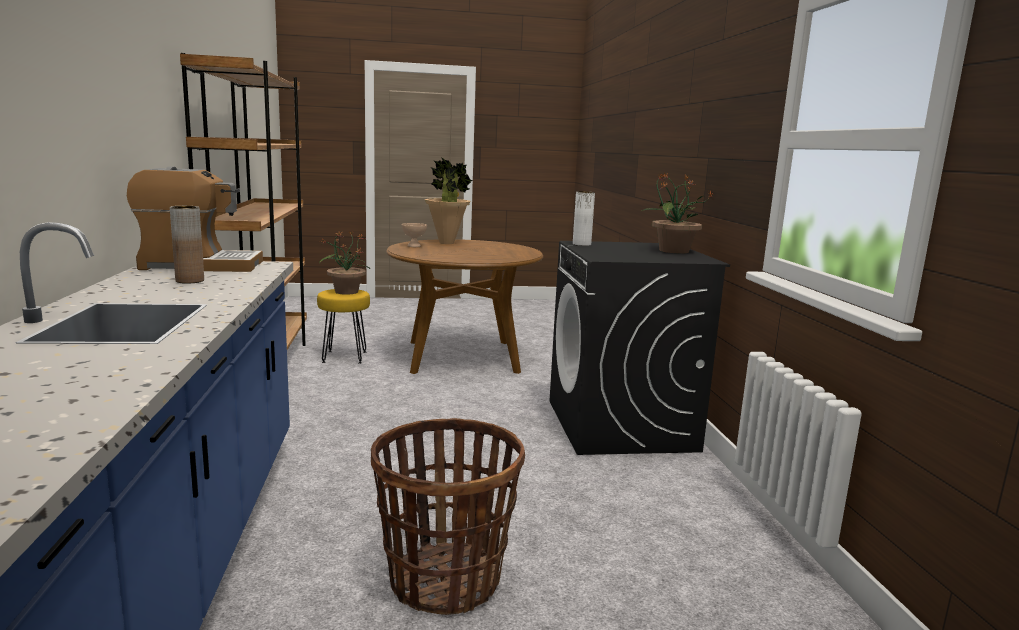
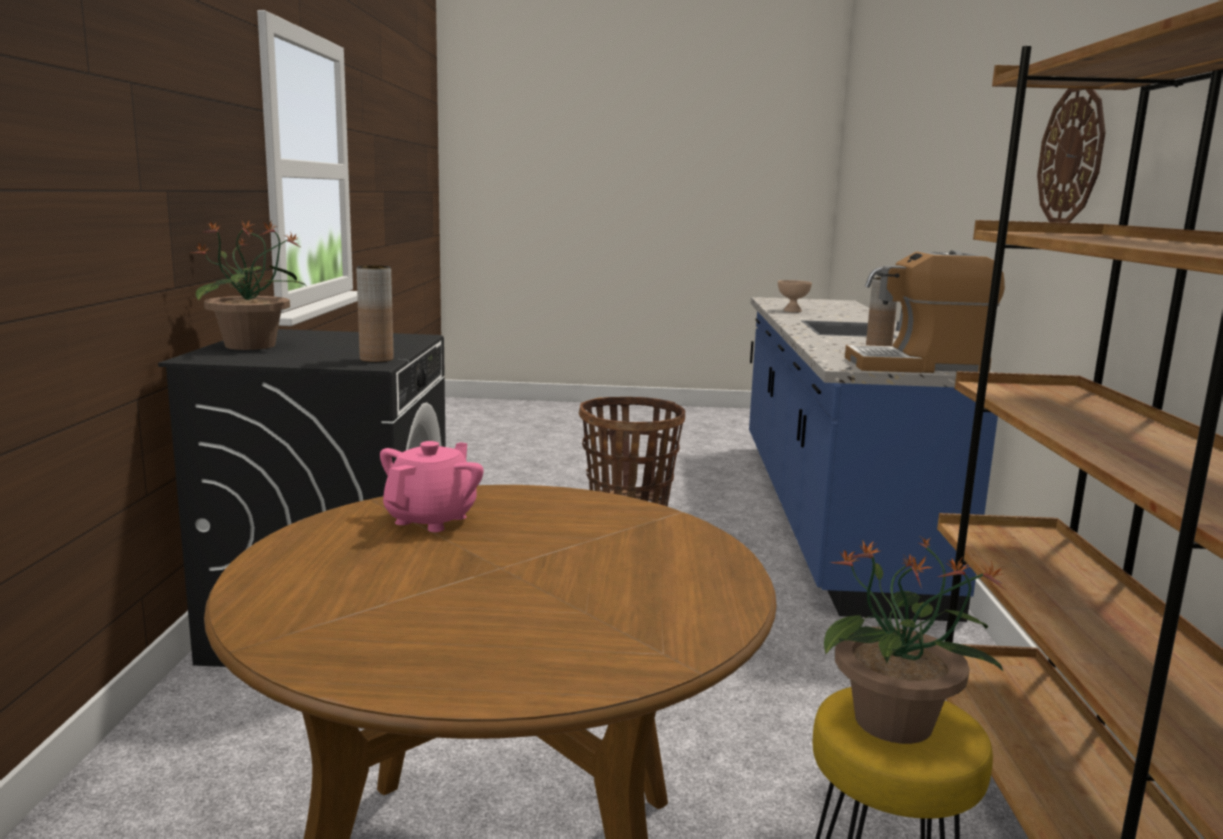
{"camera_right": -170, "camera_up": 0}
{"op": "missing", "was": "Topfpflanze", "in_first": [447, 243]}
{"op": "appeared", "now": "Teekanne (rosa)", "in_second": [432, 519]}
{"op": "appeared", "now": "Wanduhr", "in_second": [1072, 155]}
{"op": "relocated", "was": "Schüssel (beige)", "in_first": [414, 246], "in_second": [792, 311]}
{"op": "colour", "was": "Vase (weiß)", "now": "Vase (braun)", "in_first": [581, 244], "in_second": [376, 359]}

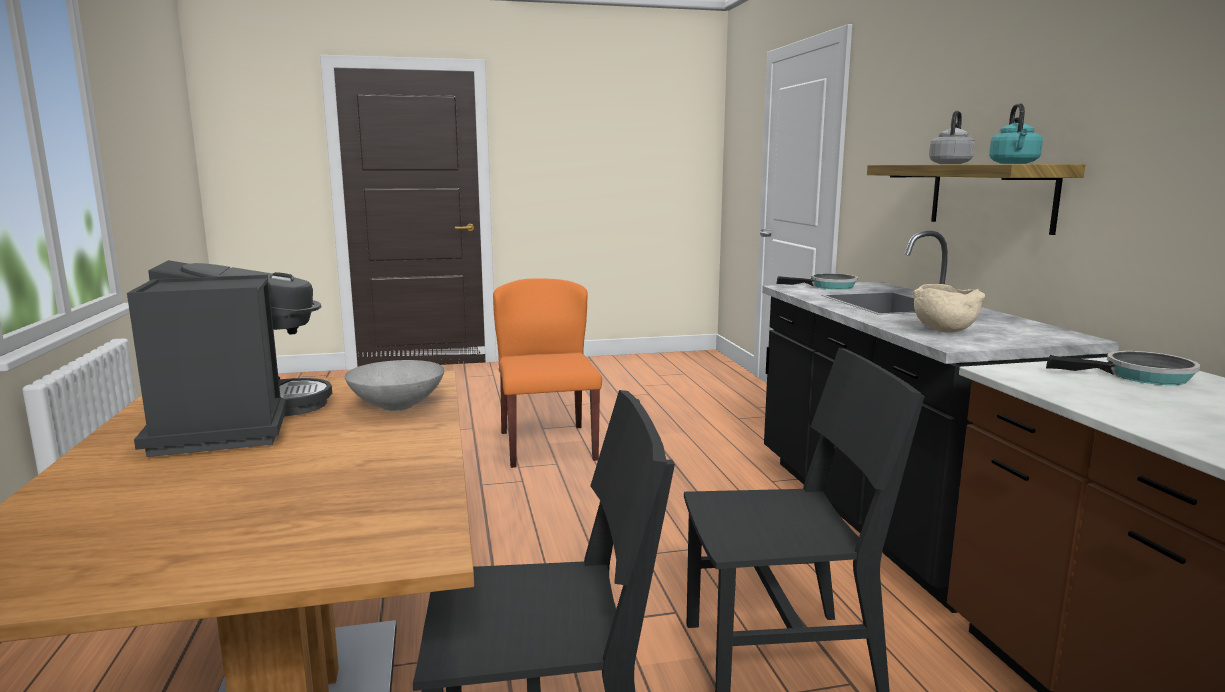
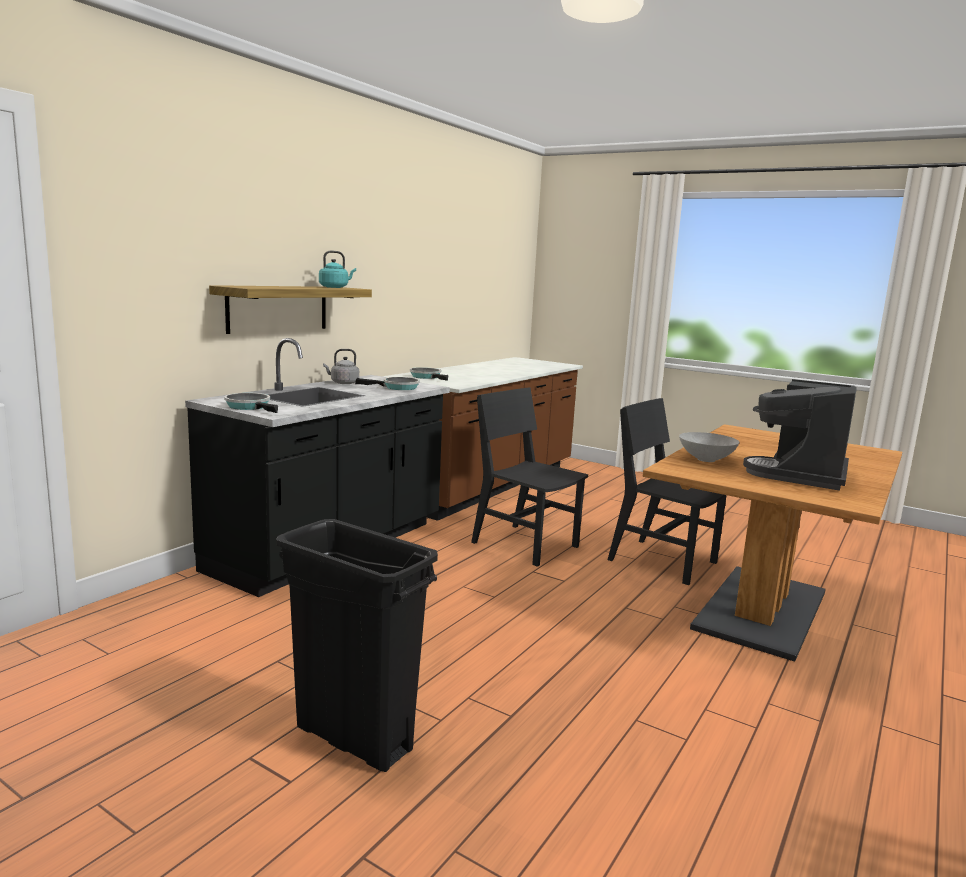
{"camera_right": -135, "camera_up": 0}
{"op": "relocated", "was": "Wasserkessel (grau)", "in_first": [951, 164], "in_second": [343, 383]}
{"op": "exchanged", "was": "Stuhl (orange)", "now": "Mülleimer (schwarz)", "in_first": [547, 445], "in_second": [353, 738]}
{"op": "exchanged", "was": "Schüssel (beige)", "now": "Pfanne", "in_first": [942, 331], "in_second": [397, 387]}

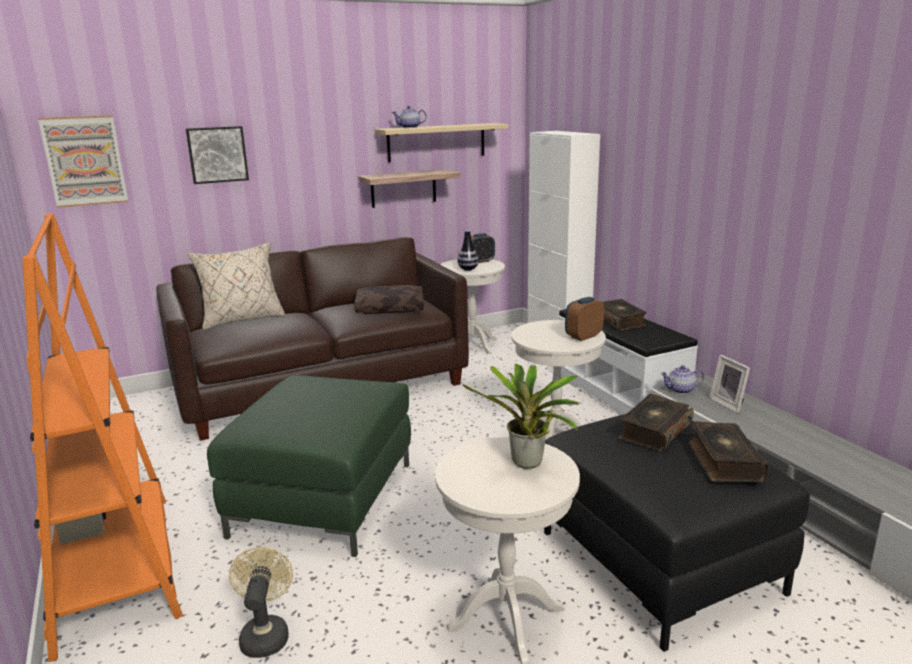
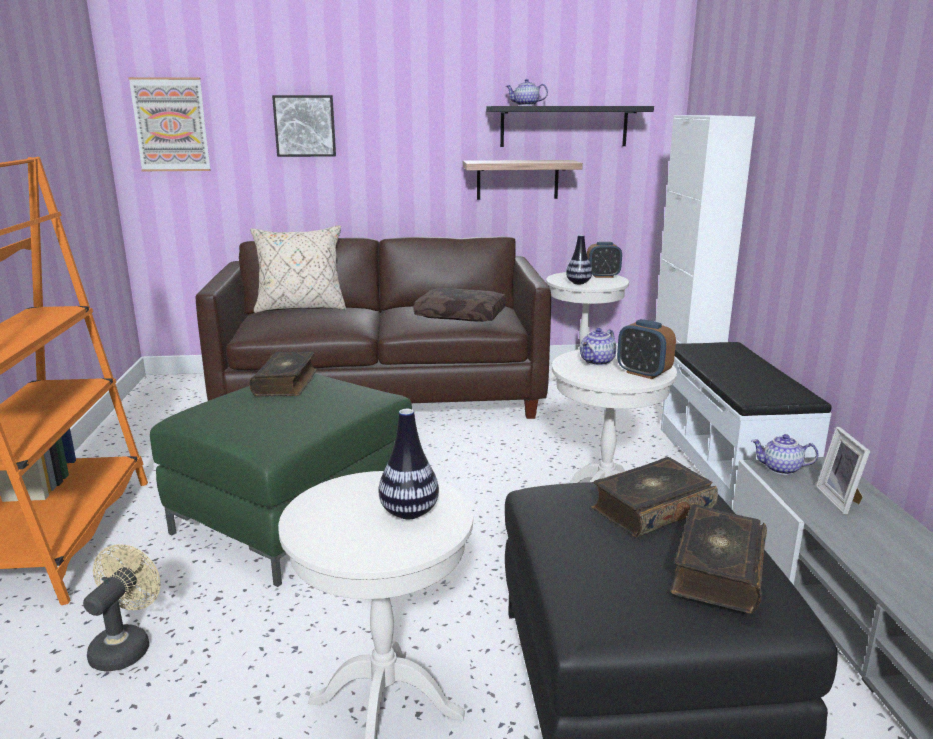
{"camera_right": 20, "camera_up": 0}
{"op": "appeared", "now": "Teekanne", "in_second": [597, 362]}
{"op": "relocated", "was": "Buch", "in_first": [620, 321], "in_second": [287, 383]}
{"op": "exchanged", "was": "Topfpflanze", "now": "Vase", "in_first": [528, 465], "in_second": [409, 513]}
{"op": "colour", "was": "Wandregal (beige)", "now": "Wandregal (schwarz)", "in_first": [436, 142], "in_second": [564, 126]}
{"op": "spun", "was": "Wecker", "in_first": [583, 336], "in_second": [643, 373], "clockwise": -120}

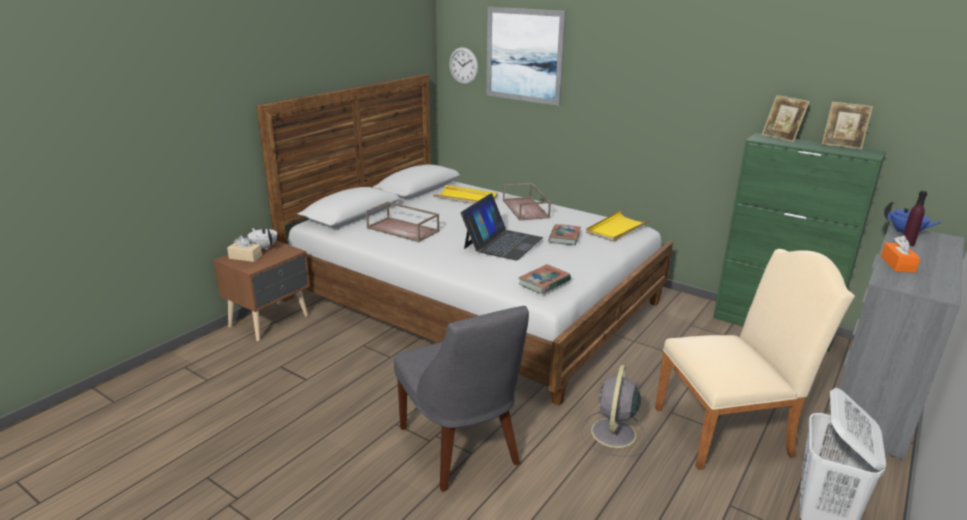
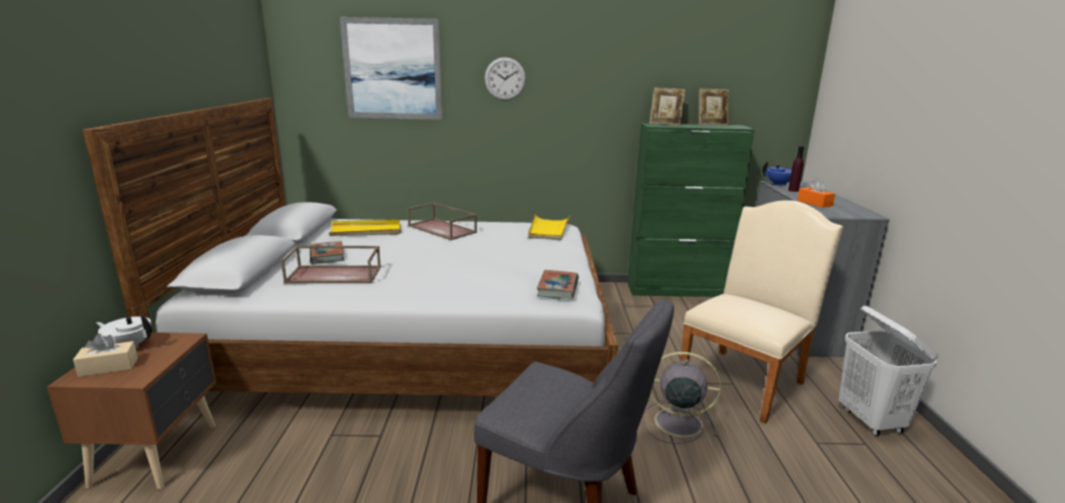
{"camera_right": -35, "camera_up": -5}
{"op": "missing", "was": "Laptop", "in_first": [502, 243]}
{"op": "relocated", "was": "Wanduhr", "in_first": [463, 65], "in_second": [505, 79]}
{"op": "relocated", "was": "Buch", "in_first": [564, 237], "in_second": [327, 256]}
{"op": "spun", "was": "Ventilator (grau)", "in_first": [613, 434], "in_second": [676, 422], "clockwise": 120}

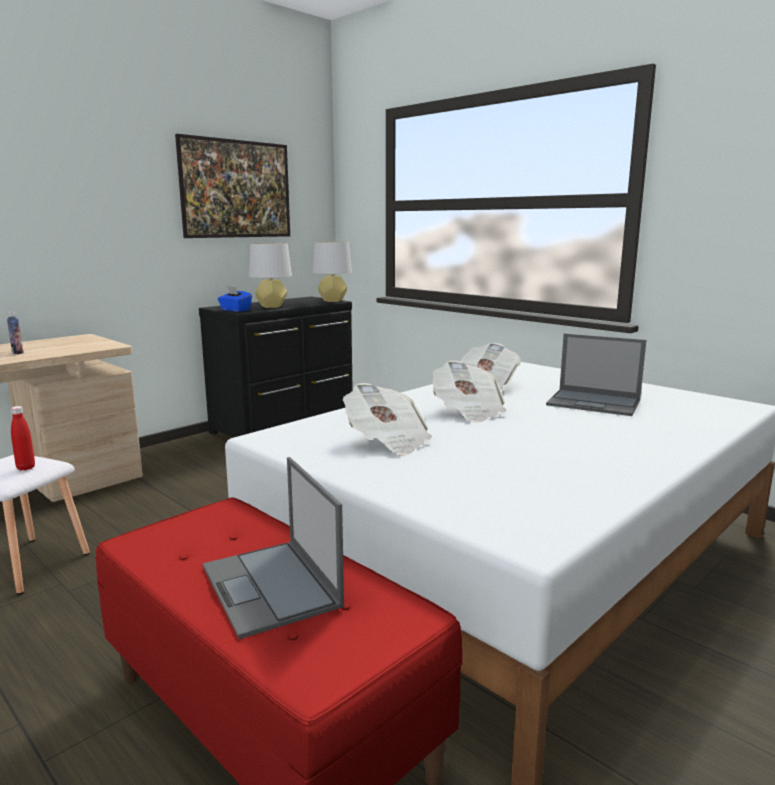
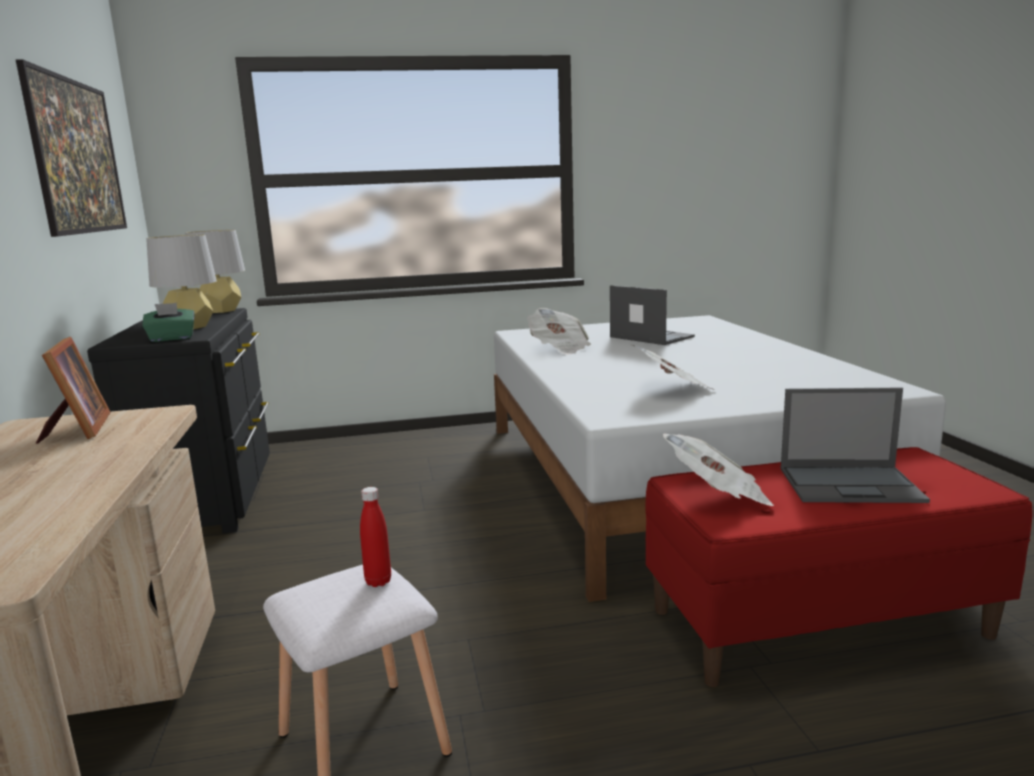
{"camera_right": -55, "camera_up": 0}
{"op": "missing", "was": "Flasche", "in_first": [17, 353]}
{"op": "appeared", "now": "Bilderrahmen", "in_second": [77, 429]}
{"op": "relocated", "was": "Zeitung", "in_first": [468, 411], "in_second": [717, 495]}
{"op": "colour", "was": "Taschentuchbox (blau)", "now": "Taschentuchbox (grün)", "in_first": [235, 310], "in_second": [172, 338]}
{"op": "spun", "was": "Laptop", "in_first": [594, 403], "in_second": [650, 337], "clockwise": -105}

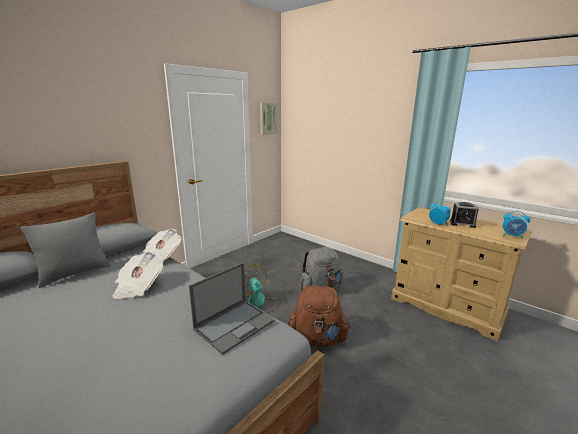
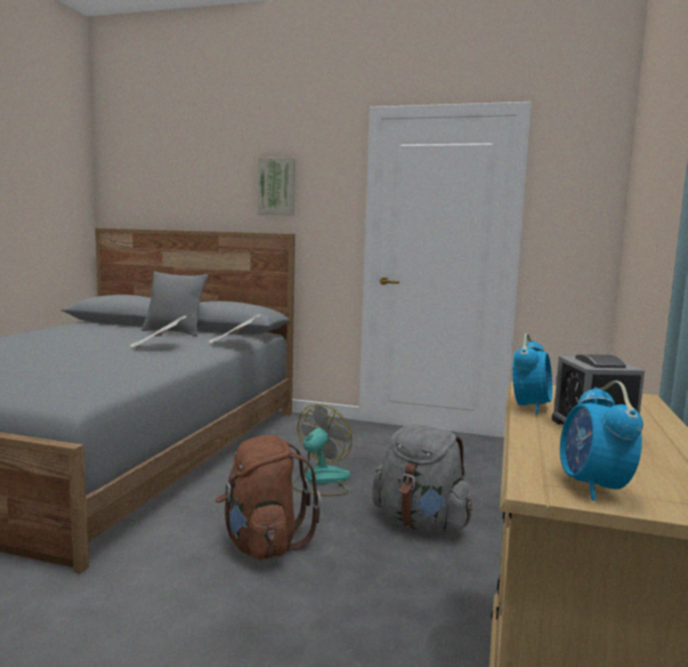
{"camera_right": 65, "camera_up": -10}
{"op": "missing", "was": "Laptop", "in_first": [235, 324]}
{"op": "relocated", "was": "Bild", "in_first": [267, 118], "in_second": [277, 186]}

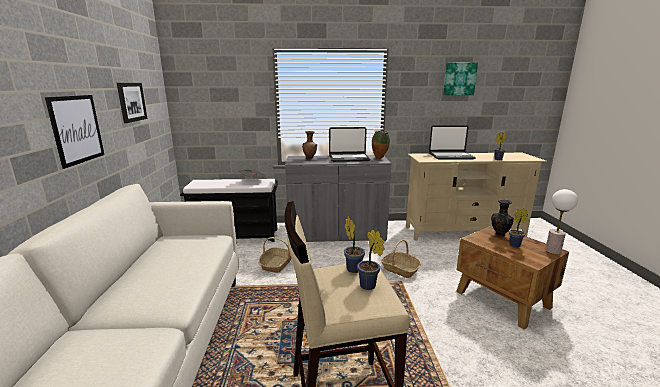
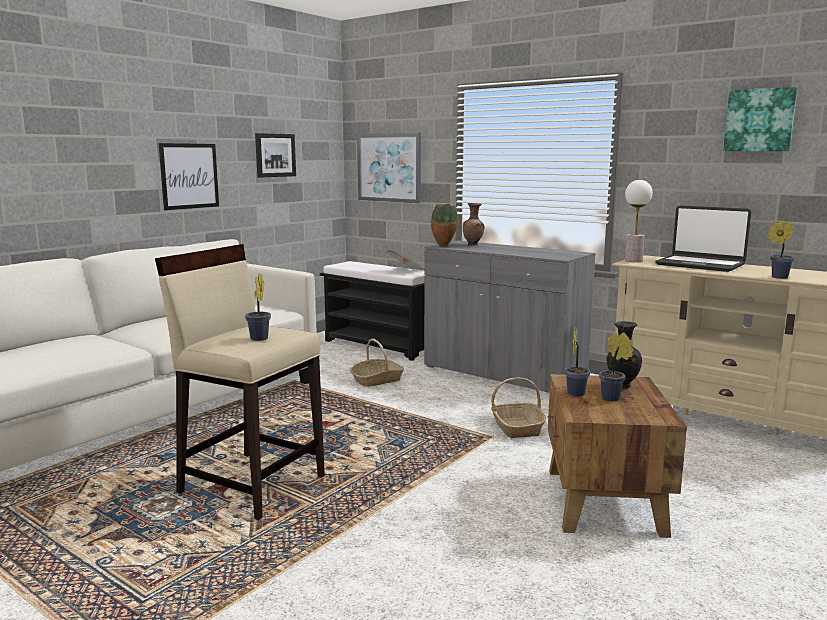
{"camera_right": 40, "camera_up": -5}
{"op": "missing", "was": "Laptop", "in_first": [349, 158]}
{"op": "appeared", "now": "Bild", "in_second": [389, 167]}
{"op": "relocated", "was": "Topfpflanze", "in_first": [353, 268], "in_second": [576, 393]}
{"op": "relocated", "was": "Vase", "in_first": [379, 158], "in_second": [444, 246]}
{"op": "relocated", "was": "Tischlampe", "in_first": [553, 251], "in_second": [634, 261]}

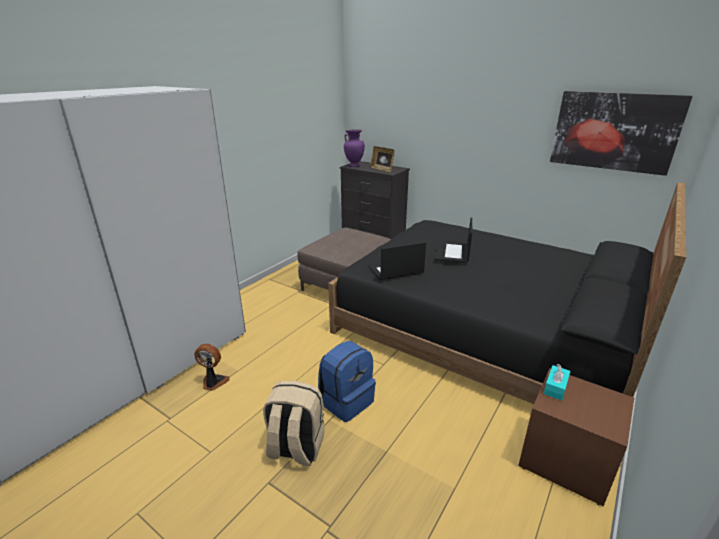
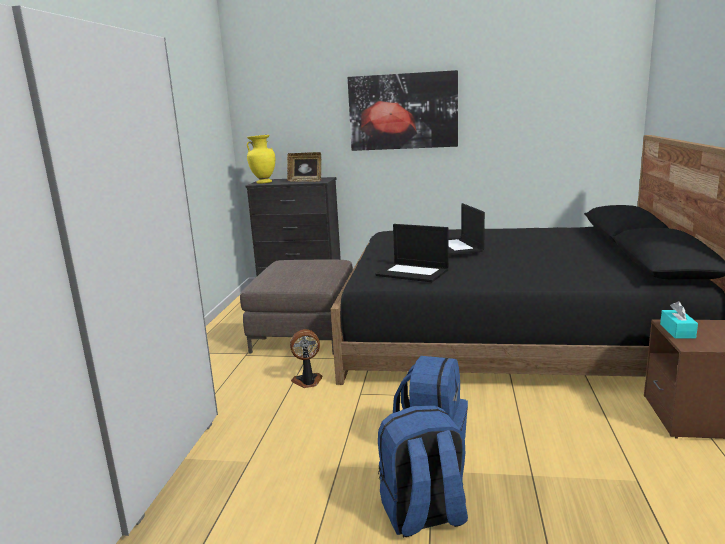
{"camera_right": -25, "camera_up": -10}
{"op": "relocated", "was": "Ventilator", "in_first": [213, 382], "in_second": [307, 382]}
{"op": "relocated", "was": "Bild", "in_first": [614, 131], "in_second": [403, 111]}
{"op": "colour", "was": "Rucksack (beige)", "now": "Rucksack (blau)", "in_first": [295, 448], "in_second": [423, 515]}
{"op": "colour", "was": "Vase (lila)", "now": "Vase (gelb)", "in_first": [354, 166], "in_second": [263, 183]}
{"op": "spun", "was": "Laptop", "in_first": [395, 270], "in_second": [413, 272], "clockwise": -105}

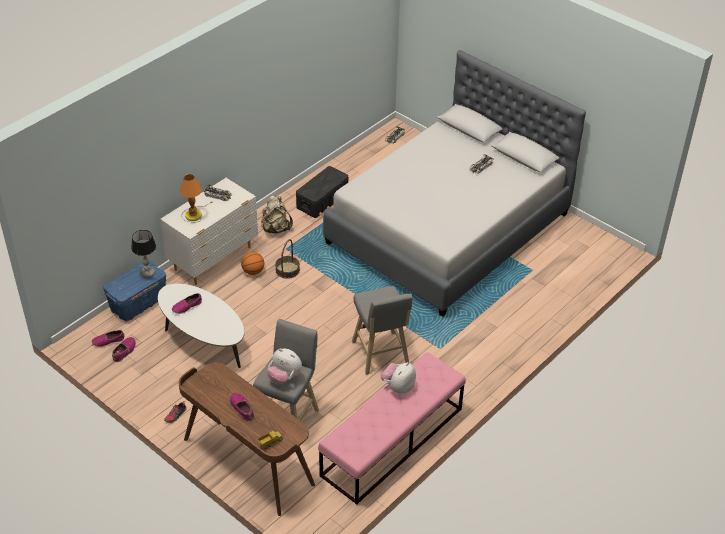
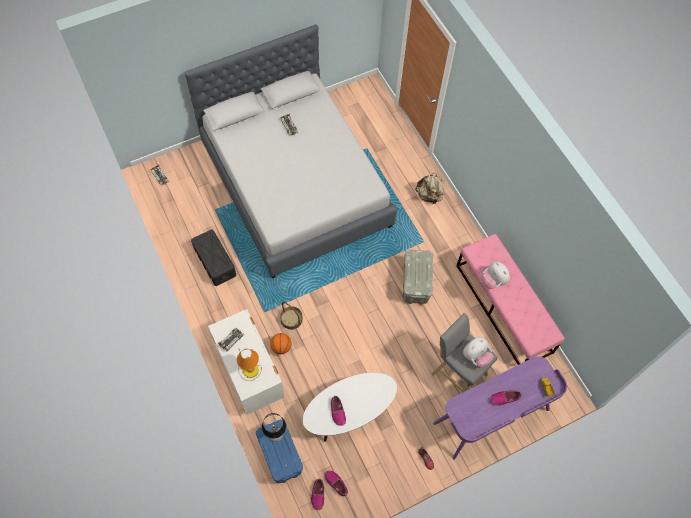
{"camera_right": -70, "camera_up": 20}
{"op": "relocated", "was": "Rucksack (beige)", "in_first": [276, 228], "in_second": [429, 196]}
{"op": "exchanged", "was": "Hocker (grau)", "now": "Aufbewahrungsbox (grau)", "in_first": [381, 355], "in_second": [416, 284]}
{"op": "colour", "was": "Schreibtisch (braun)", "now": "Schreibtisch (lila)", "in_first": [247, 462], "in_second": [492, 417]}

